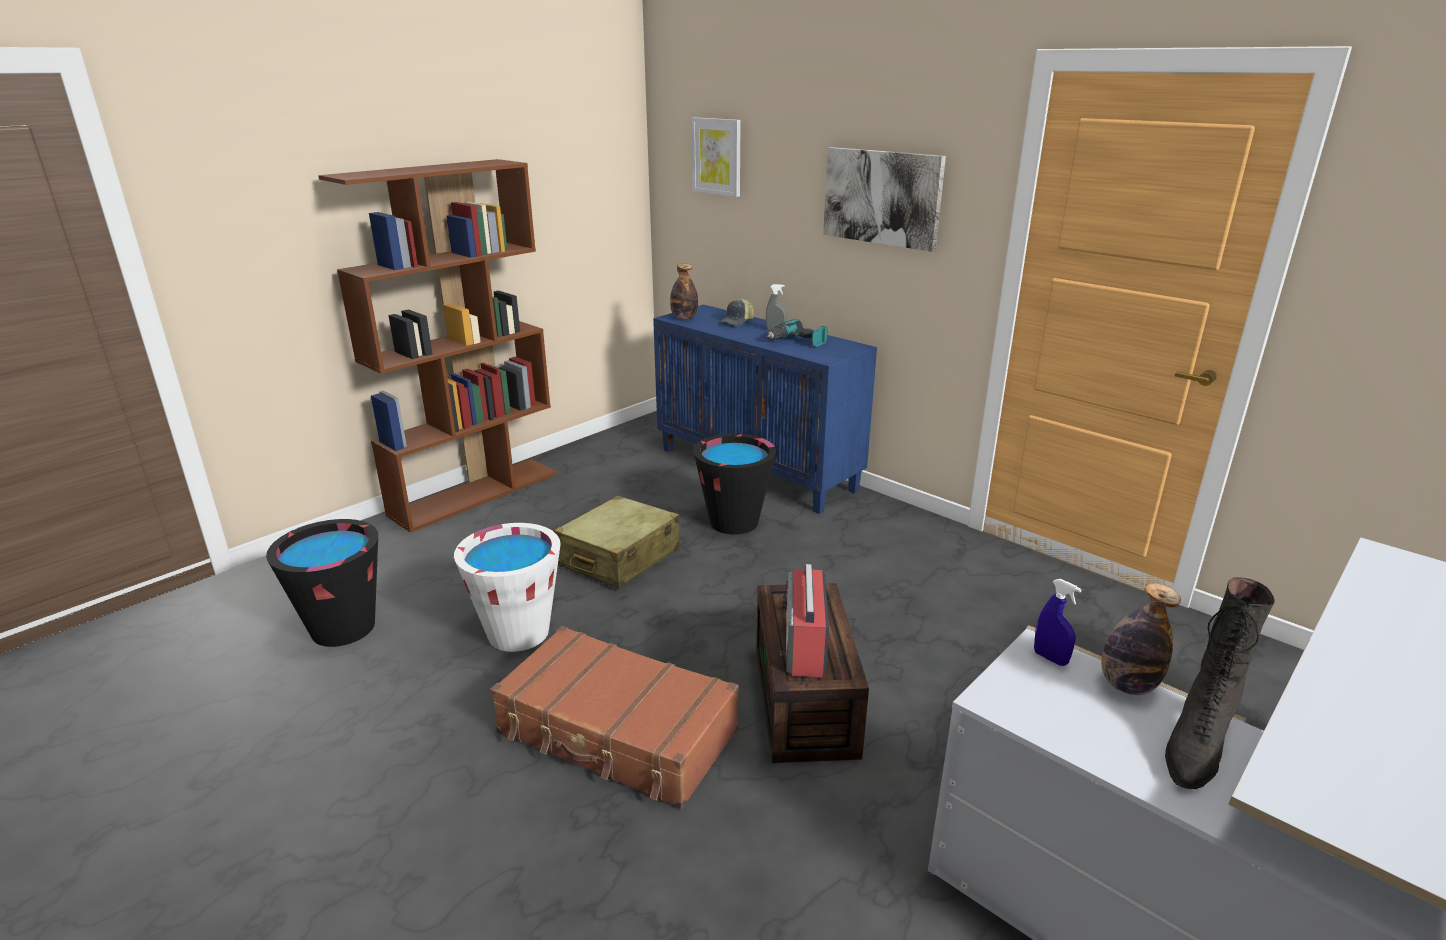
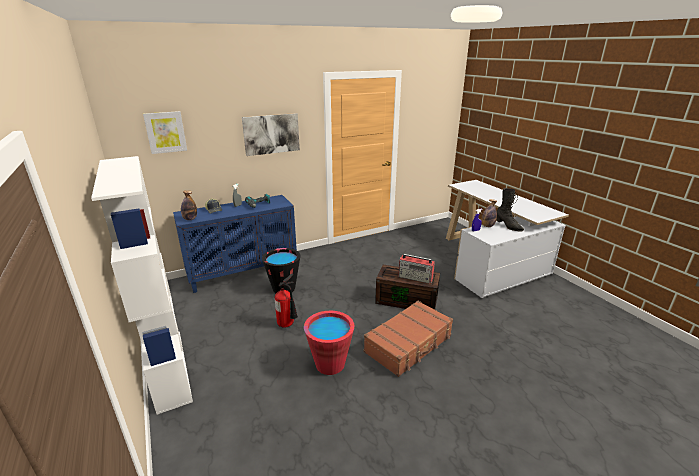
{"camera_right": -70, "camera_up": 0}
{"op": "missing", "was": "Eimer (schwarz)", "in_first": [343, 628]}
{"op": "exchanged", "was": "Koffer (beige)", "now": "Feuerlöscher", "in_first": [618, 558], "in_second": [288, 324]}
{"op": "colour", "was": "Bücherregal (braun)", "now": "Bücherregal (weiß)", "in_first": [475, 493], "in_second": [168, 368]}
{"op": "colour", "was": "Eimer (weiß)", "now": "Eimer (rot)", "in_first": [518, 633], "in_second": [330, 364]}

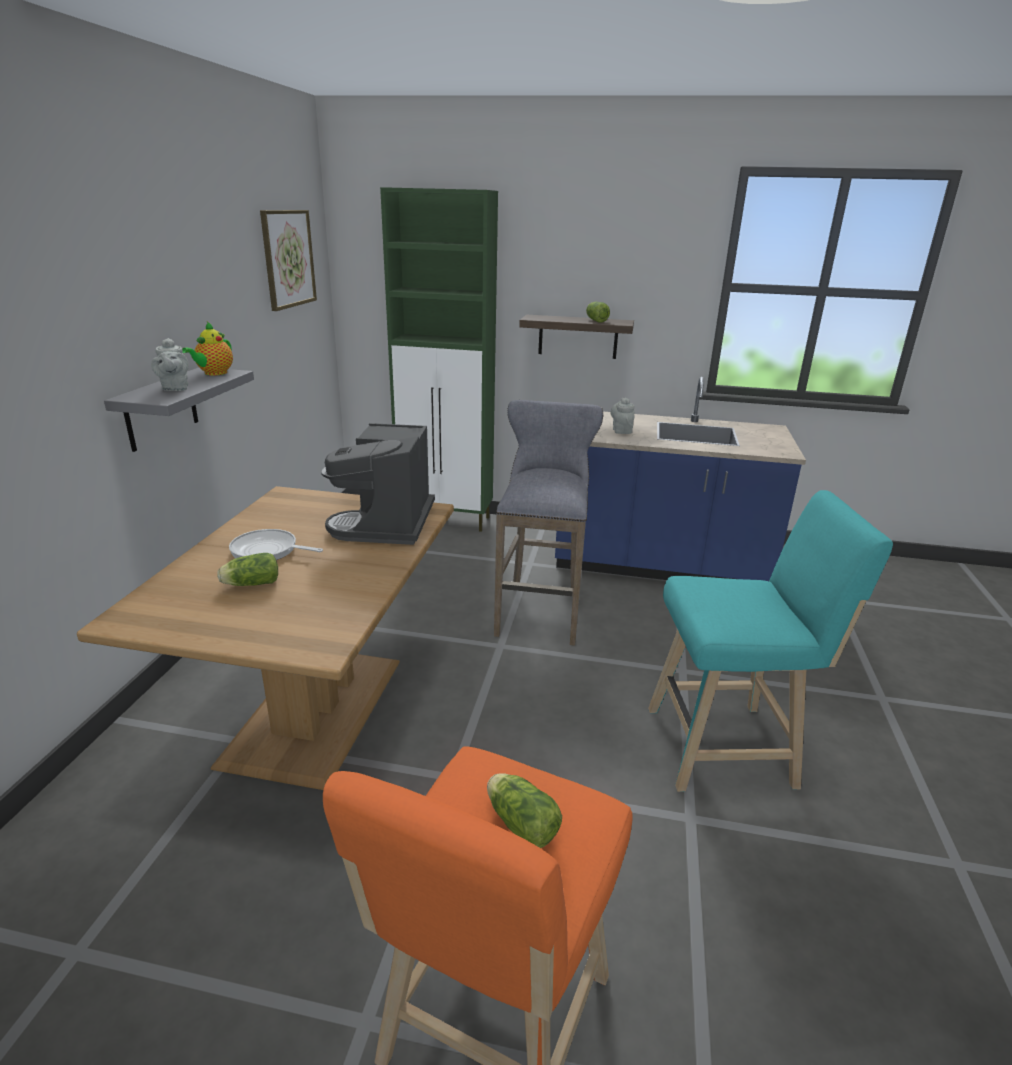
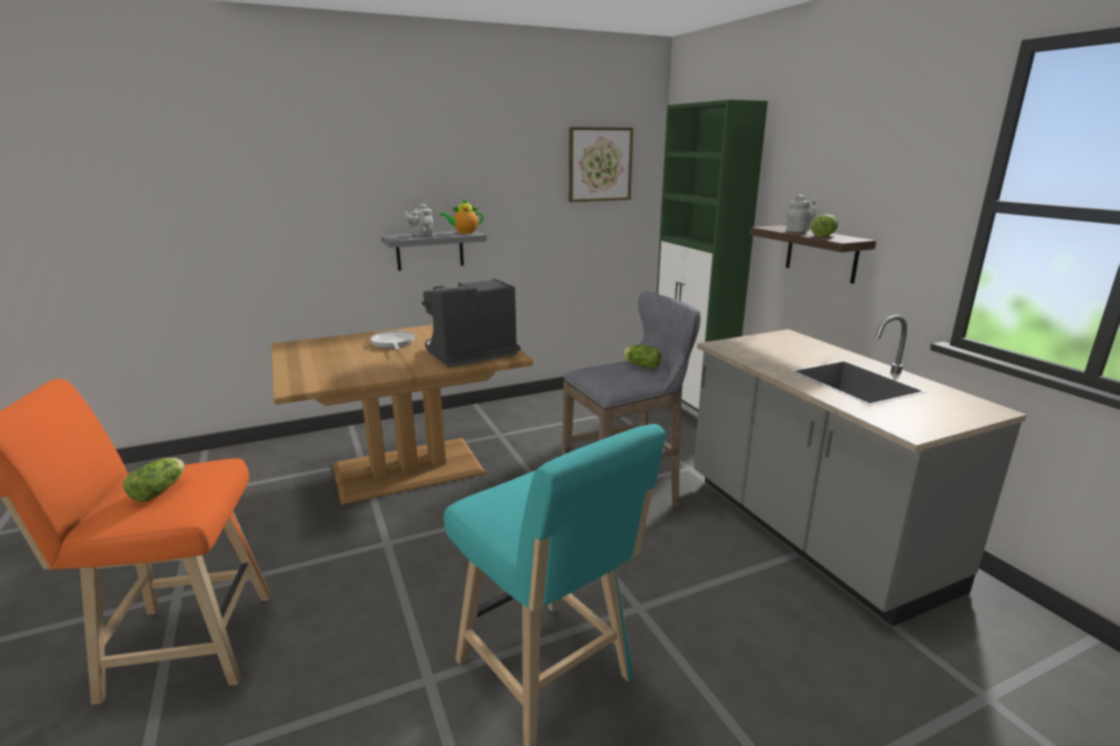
{"camera_right": 55, "camera_up": -5}
{"op": "relocated", "was": "Salatkopf", "in_first": [250, 584], "in_second": [640, 365]}
{"op": "relocated", "was": "Teekanne (grau)", "in_first": [621, 430], "in_second": [798, 231]}
{"op": "colour", "was": "Küchenzeile (blau)", "now": "Küchenzeile (grau)", "in_first": [659, 565], "in_second": [810, 532]}

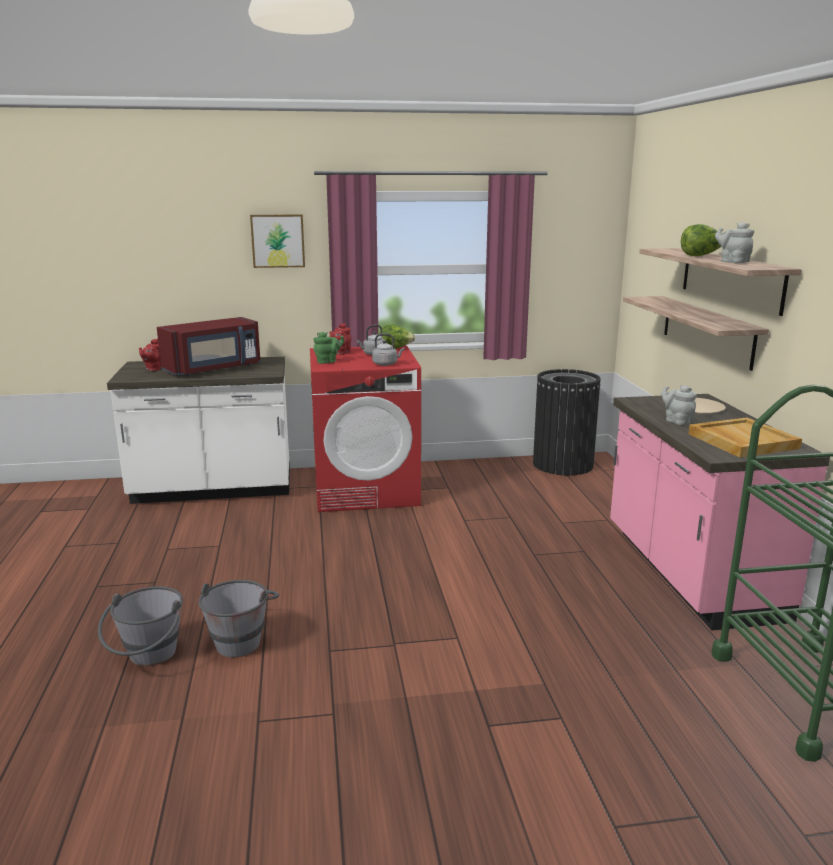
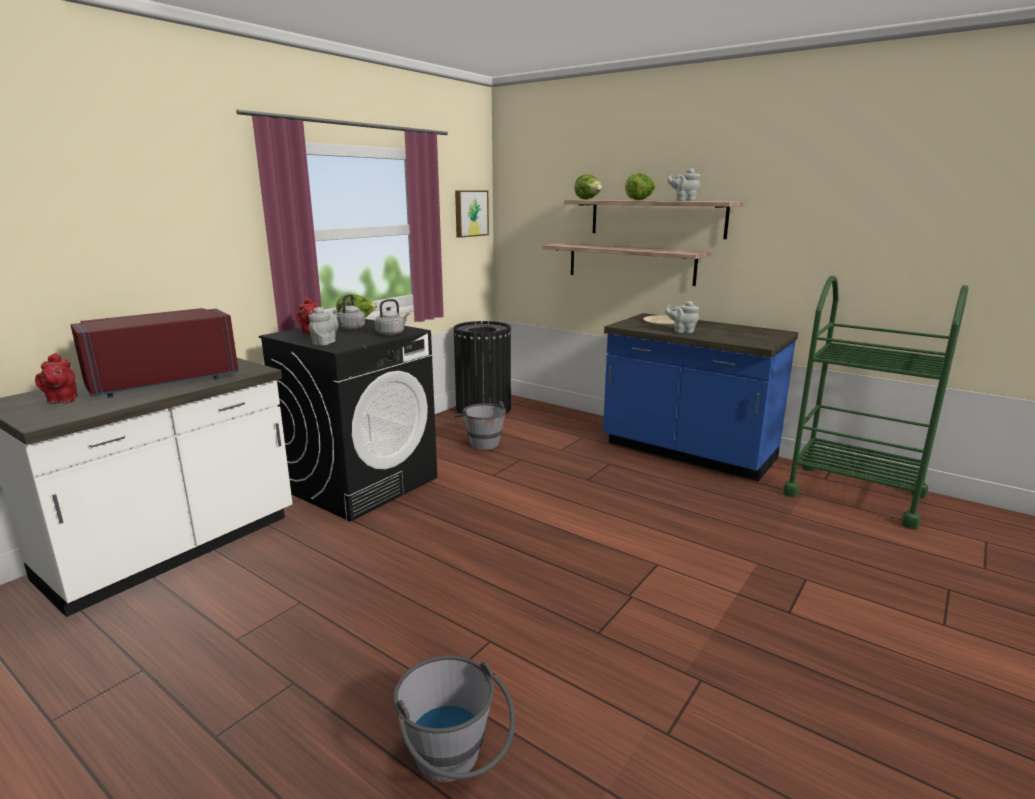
{"camera_right": -45, "camera_up": 0}
{"op": "missing", "was": "Tablett (beige)", "in_first": [741, 441]}
{"op": "appeared", "now": "Salatkopf", "in_second": [588, 199]}
{"op": "relocated", "was": "Eimer (grau)", "in_first": [241, 639], "in_second": [481, 442]}
{"op": "relocated", "was": "Bild", "in_first": [278, 241], "in_second": [470, 213]}
{"op": "colour", "was": "Waschmaschine (rot)", "now": "Waschmaschine (schwarz)", "in_first": [366, 490], "in_second": [361, 483]}
{"op": "colour", "was": "Teekanne (grün)", "now": "Teekanne (grau)", "in_first": [328, 362], "in_second": [325, 342]}
{"op": "colour", "was": "Küchenzeile (rosa)", "now": "Küchenzeile (blau)", "in_first": [689, 574], "in_second": [687, 453]}
{"op": "spun", "was": "Mikrowelle (rot)", "in_first": [214, 369], "in_second": [163, 381], "clockwise": -135}

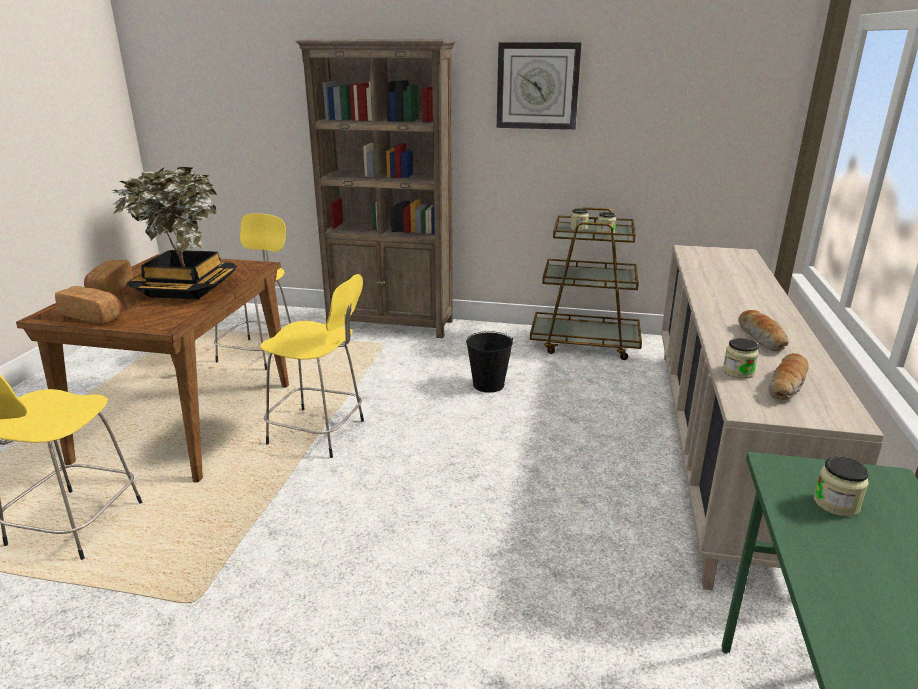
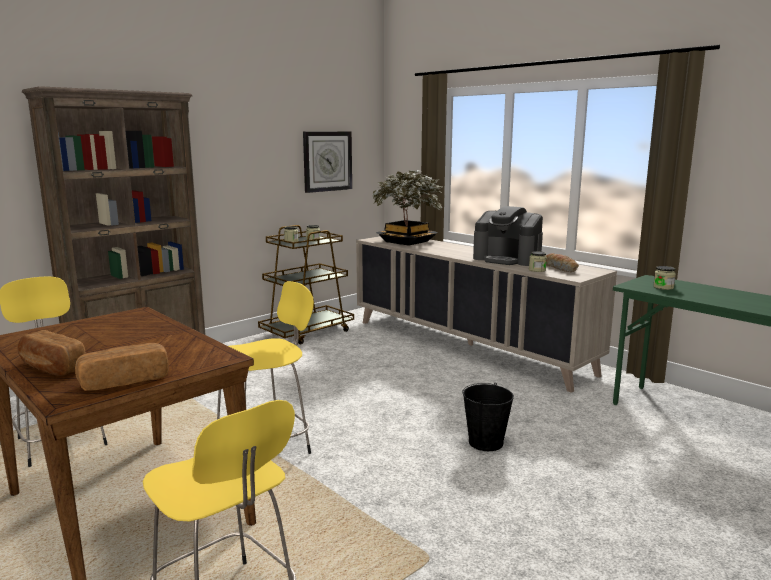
{"camera_right": -55, "camera_up": -10}
{"op": "relocated", "was": "Topfpflanze", "in_first": [186, 289], "in_second": [406, 241]}
{"op": "relocated", "was": "Eimer (schwarz)", "in_first": [488, 385], "in_second": [486, 442]}
{"op": "relocated", "was": "Wanduhr", "in_first": [537, 86], "in_second": [327, 161]}
{"op": "exchanged", "was": "Brot", "now": "Kaffeemaschine", "in_first": [762, 338], "in_second": [507, 259]}

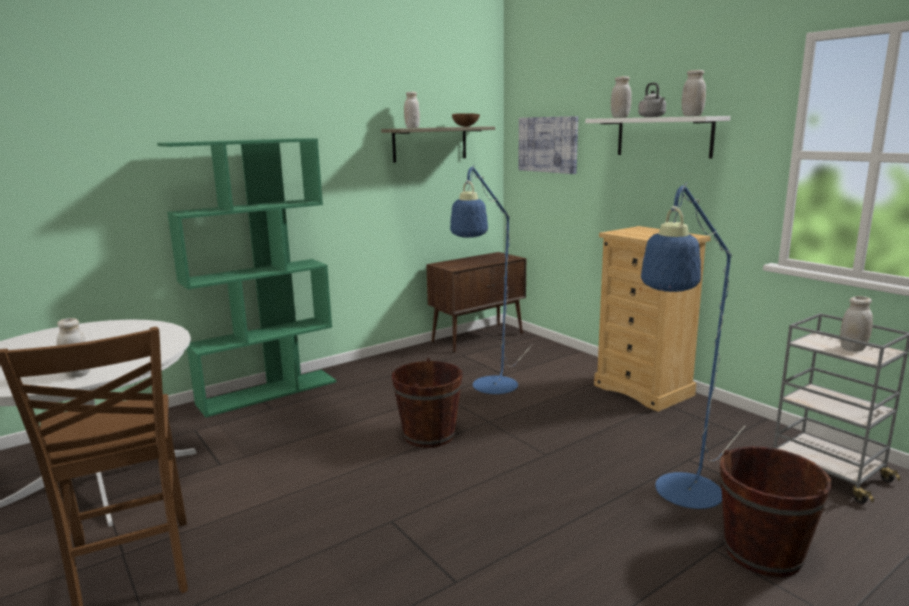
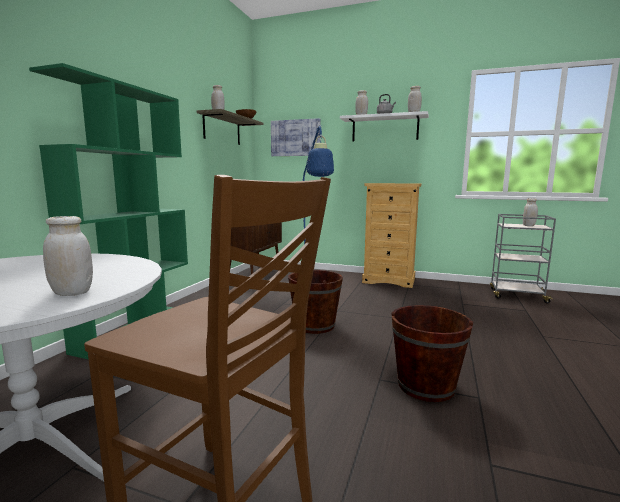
{"camera_right": -35, "camera_up": -5}
{"op": "missing", "was": "Stehlampe (blau)", "in_first": [682, 498]}
{"op": "relocated", "was": "Eimer (braun)", "in_first": [763, 552], "in_second": [425, 386]}

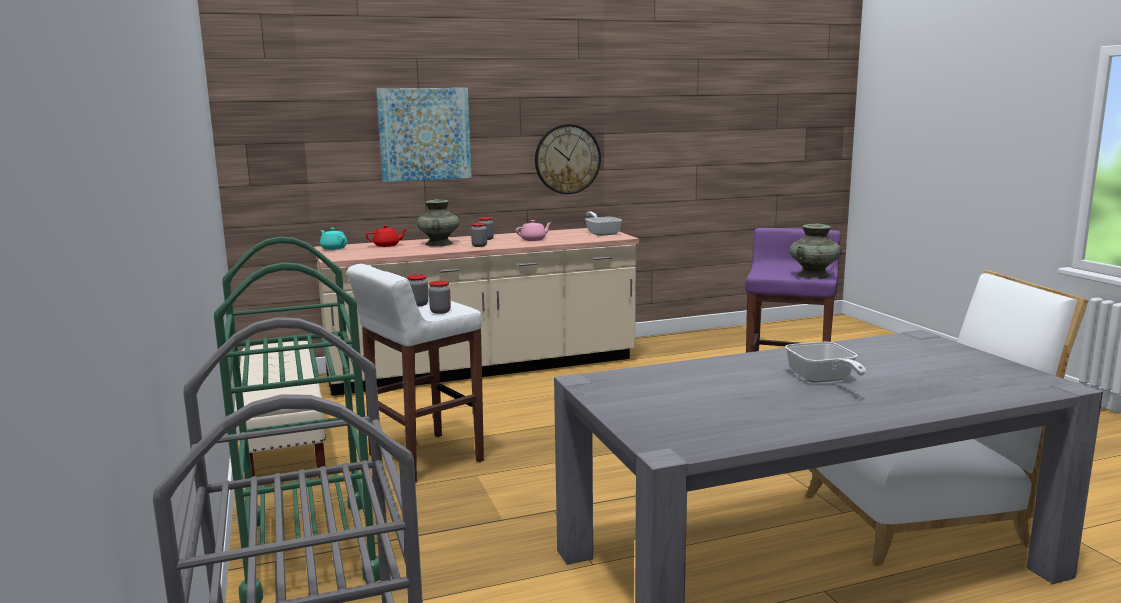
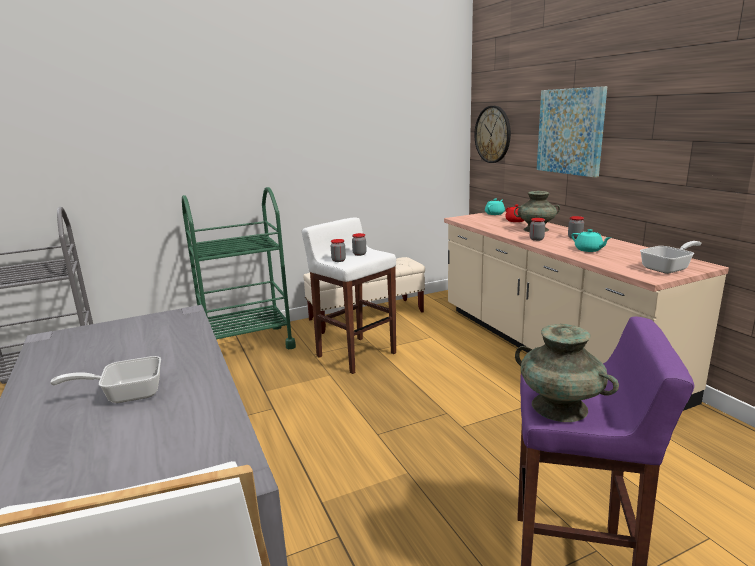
{"camera_right": 85, "camera_up": 5}
{"op": "relocated", "was": "Wanduhr", "in_first": [567, 159], "in_second": [493, 134]}
{"op": "colour", "was": "Teekanne (rosa)", "now": "Teekanne (türkis)", "in_first": [534, 239], "in_second": [588, 250]}

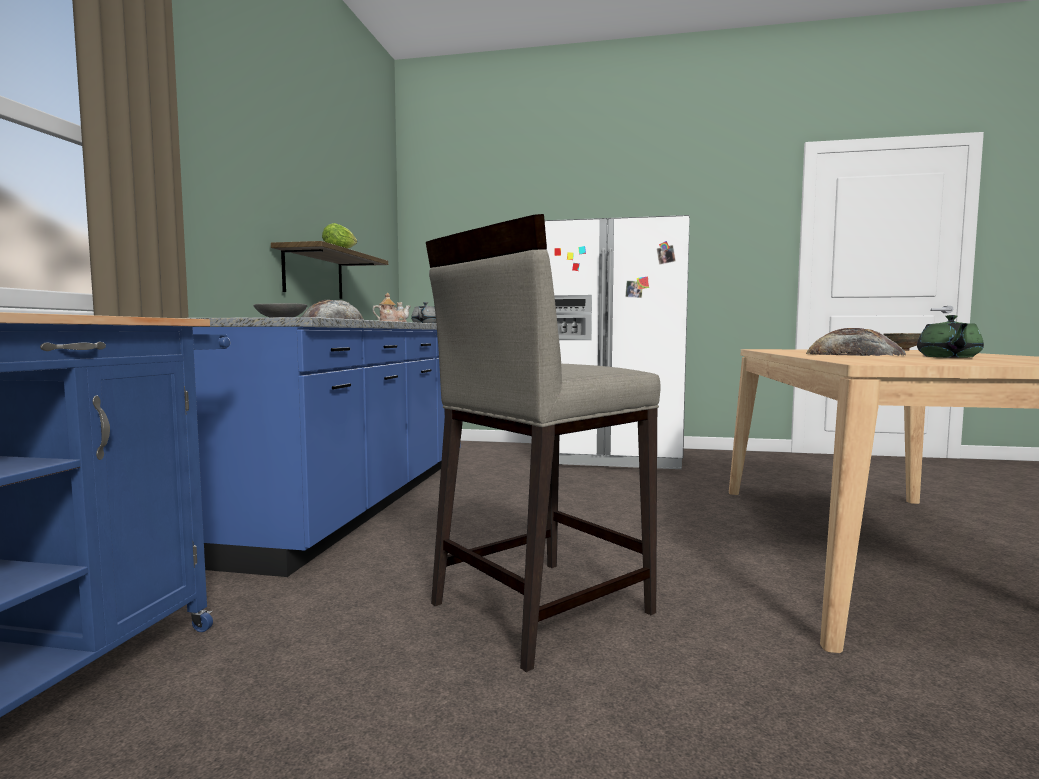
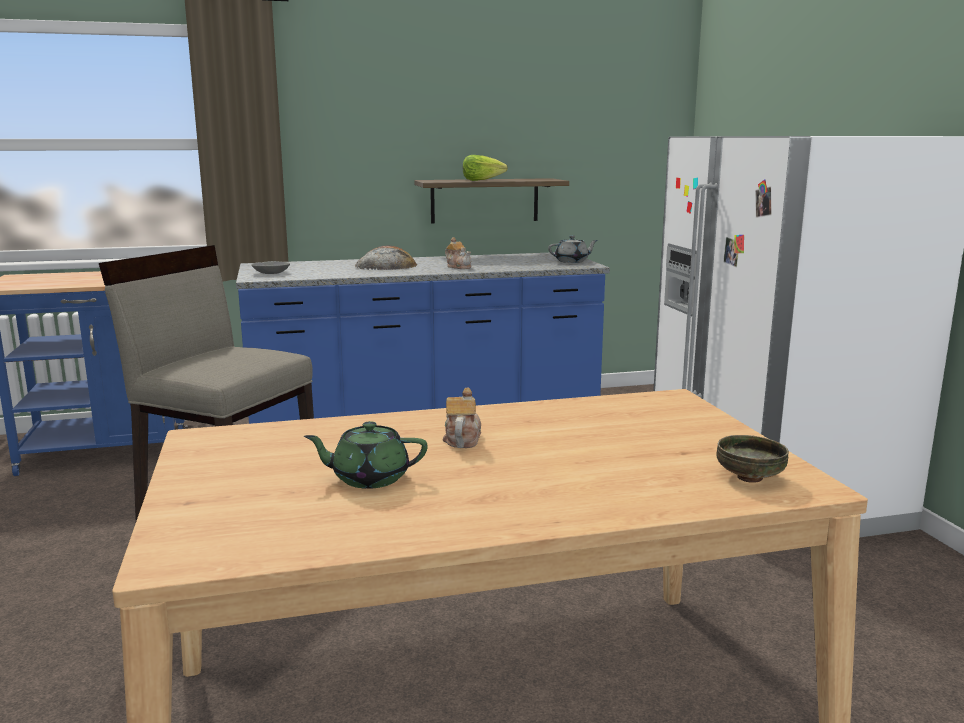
{"camera_right": 65, "camera_up": 10}
{"op": "exchanged", "was": "Brot", "now": "Teekanne", "in_first": [854, 354], "in_second": [462, 439]}

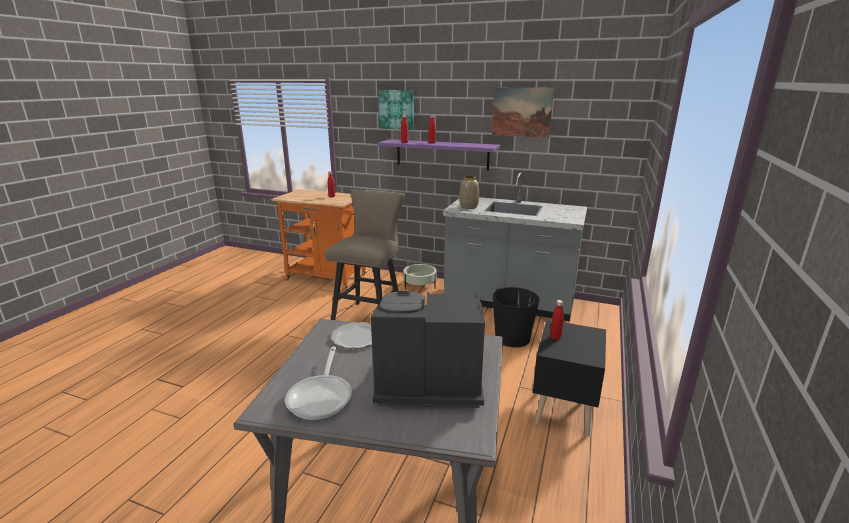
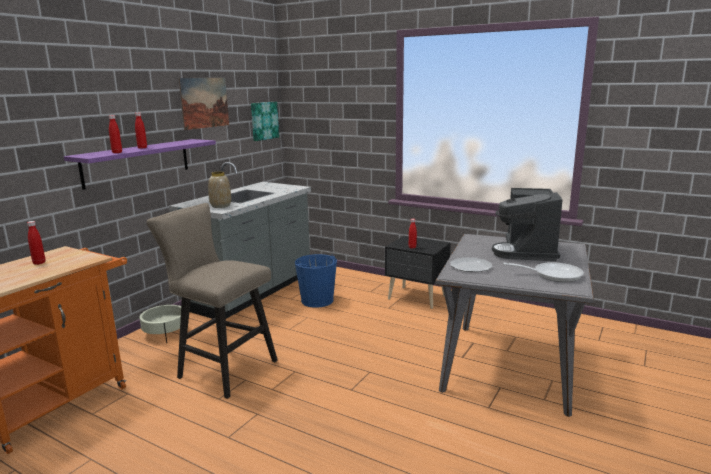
{"camera_right": -80, "camera_up": -5}
{"op": "relocated", "was": "Bild", "in_first": [397, 109], "in_second": [264, 120]}
{"op": "colour", "was": "Eimer (schwarz)", "now": "Eimer (blau)", "in_first": [512, 338], "in_second": [317, 301]}

